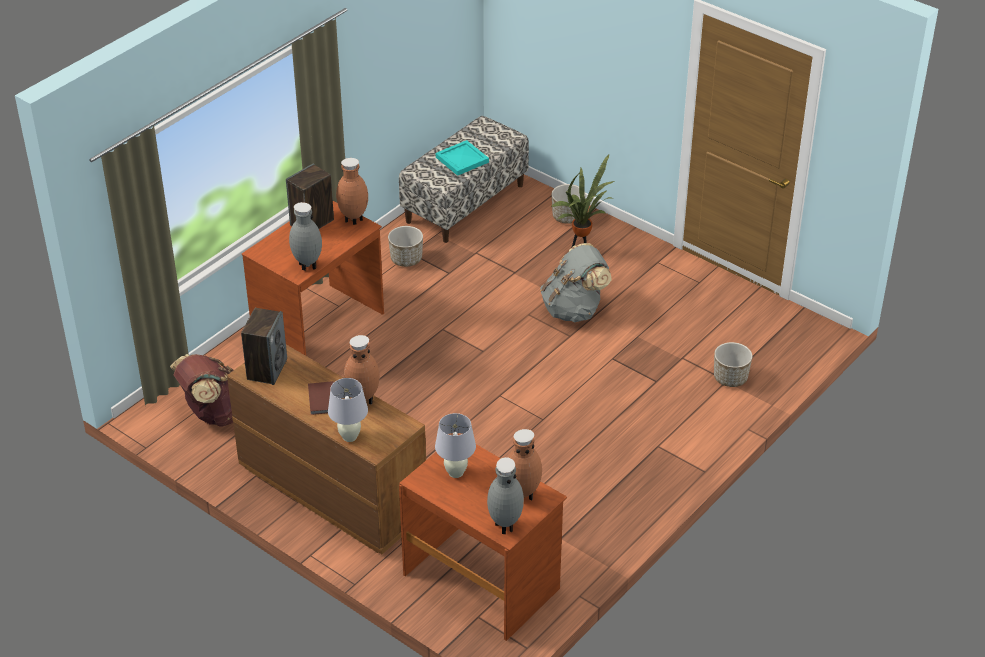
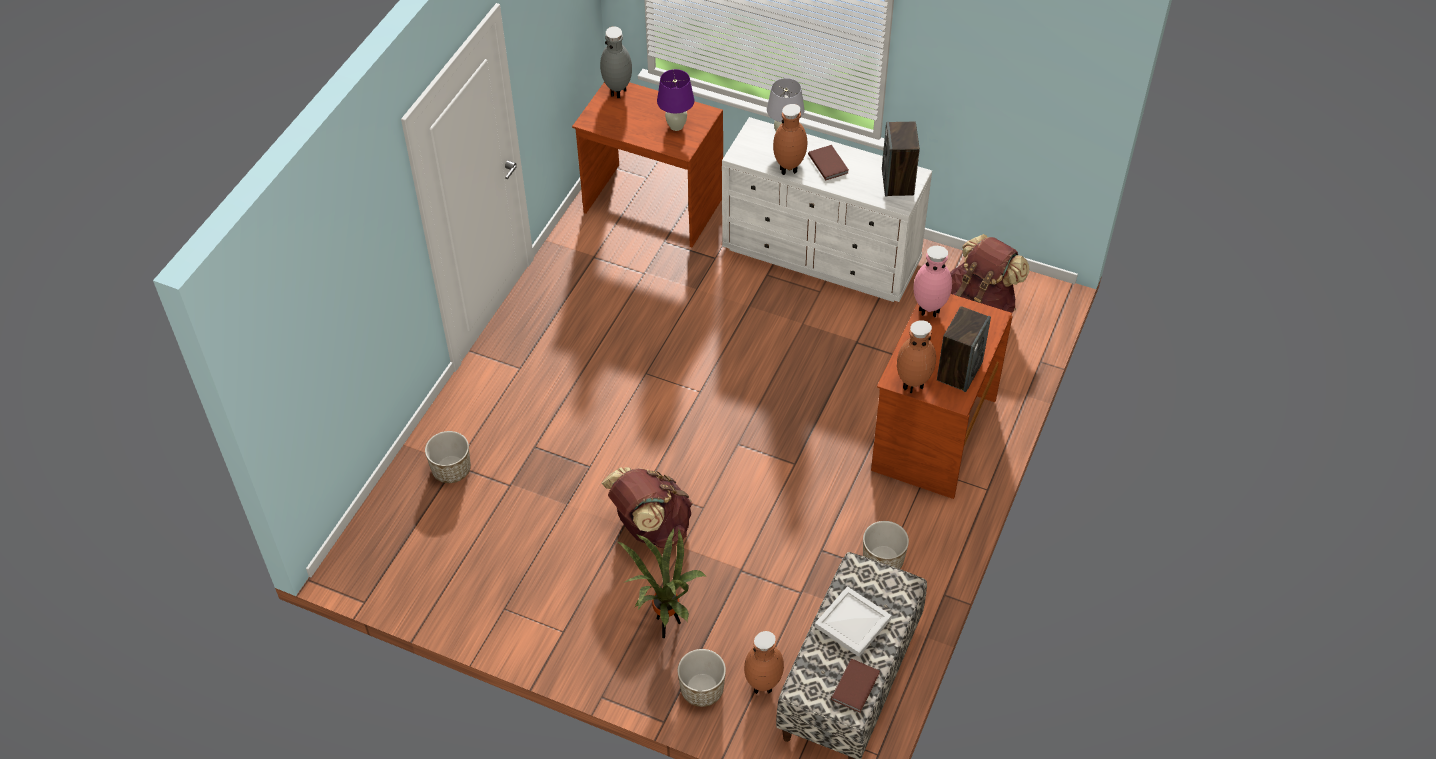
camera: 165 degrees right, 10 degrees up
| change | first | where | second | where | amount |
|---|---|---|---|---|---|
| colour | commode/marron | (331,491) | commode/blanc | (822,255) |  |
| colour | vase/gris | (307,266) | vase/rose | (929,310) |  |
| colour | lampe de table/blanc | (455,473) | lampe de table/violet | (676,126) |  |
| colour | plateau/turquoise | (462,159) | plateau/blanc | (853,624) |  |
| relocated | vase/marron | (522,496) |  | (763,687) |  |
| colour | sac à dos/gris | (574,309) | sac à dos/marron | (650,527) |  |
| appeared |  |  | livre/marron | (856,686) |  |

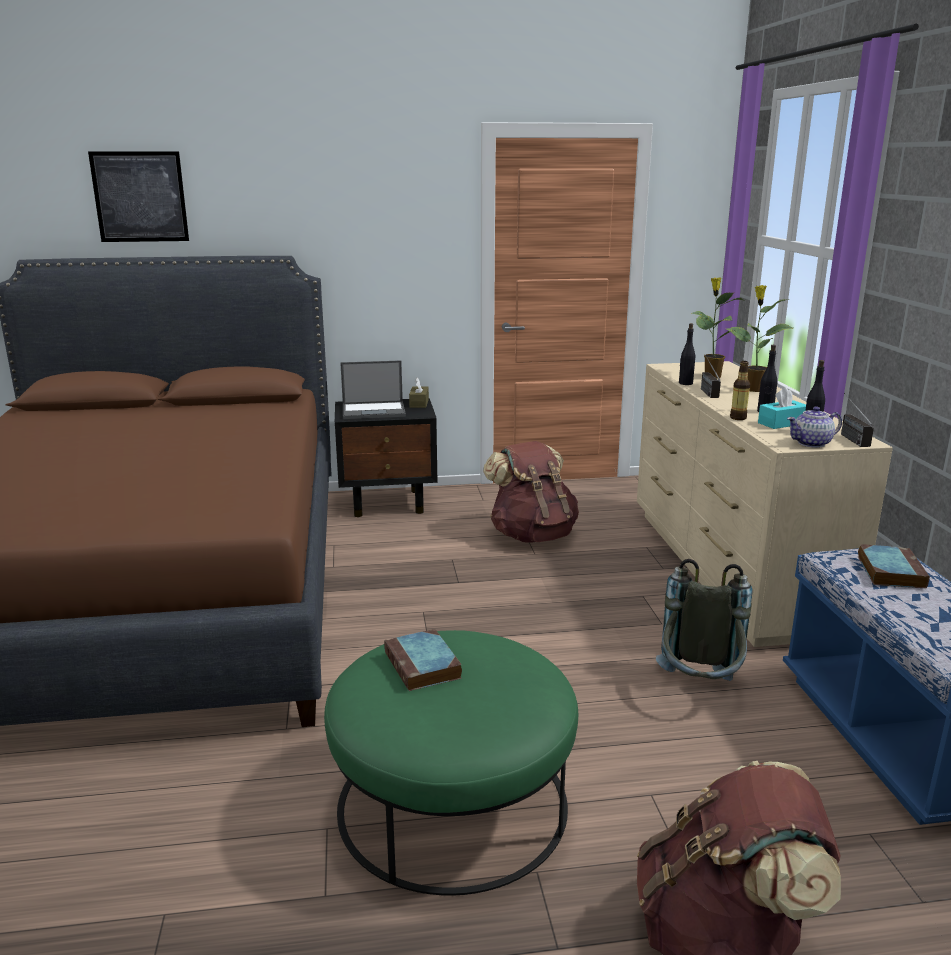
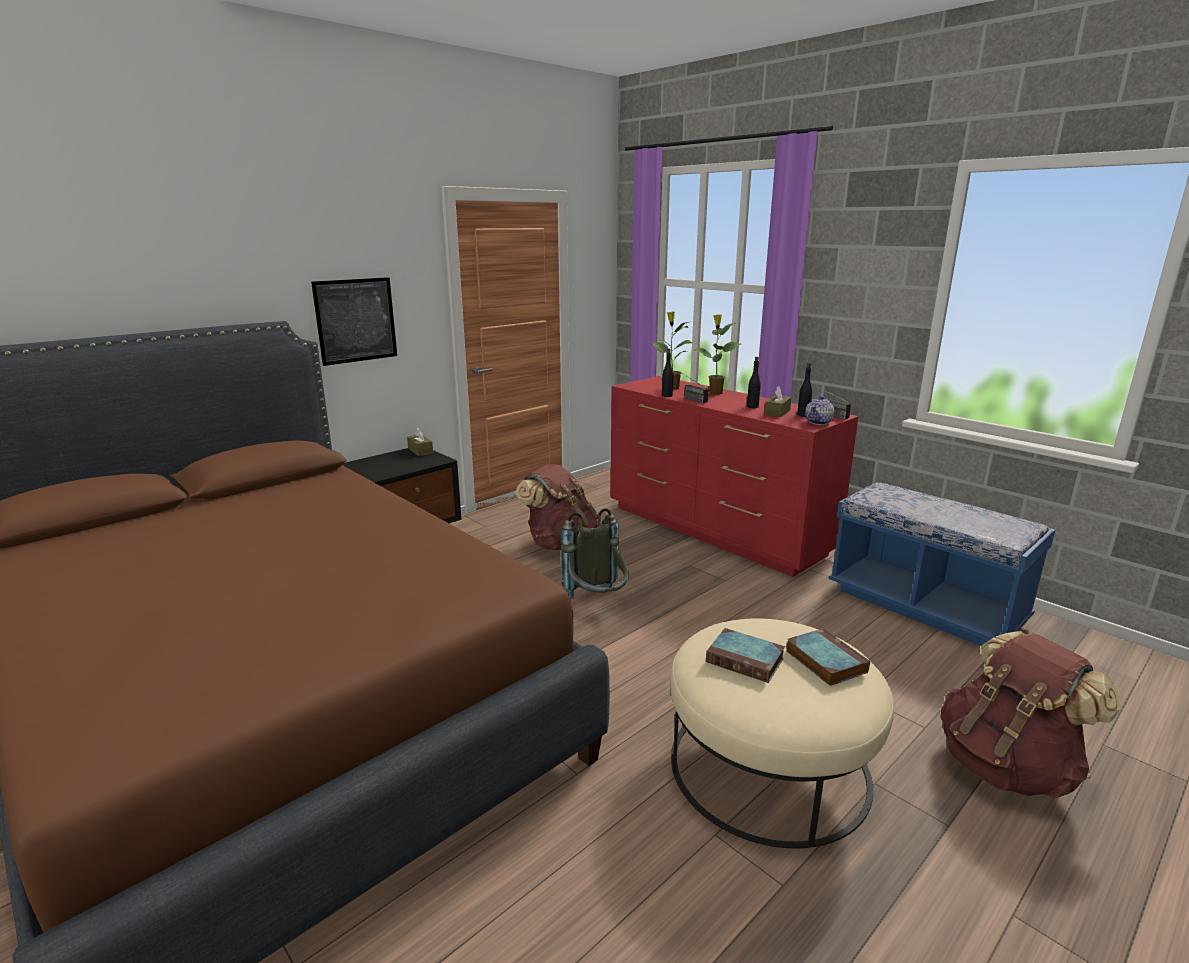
camera: 35 degrees left, 0 degrees up
| change | first | where | second | where | amount |
|---|---|---|---|---|---|
| relocated | tableau | (140,197) |  | (356,320) |  |
| colour | pouf/vert | (452,803) | pouf/beige | (768,766) |  |
| missing | ordinateur portable | (374,411) |  |  |  |
| colour | commode/beige | (728,570) | commode/rouge | (716,530) |  |
| relocated | sac à dos/gris | (699,689) |  | (597,603) |  |
| missing | bouteille | (738,418) |  |  |  |
| colour | boîte à mouchoirs/turquoise | (782,423) | boîte à mouchoirs/marron | (777,412) |  |
| relocated | livre | (889,571) |  | (824,660) |  |

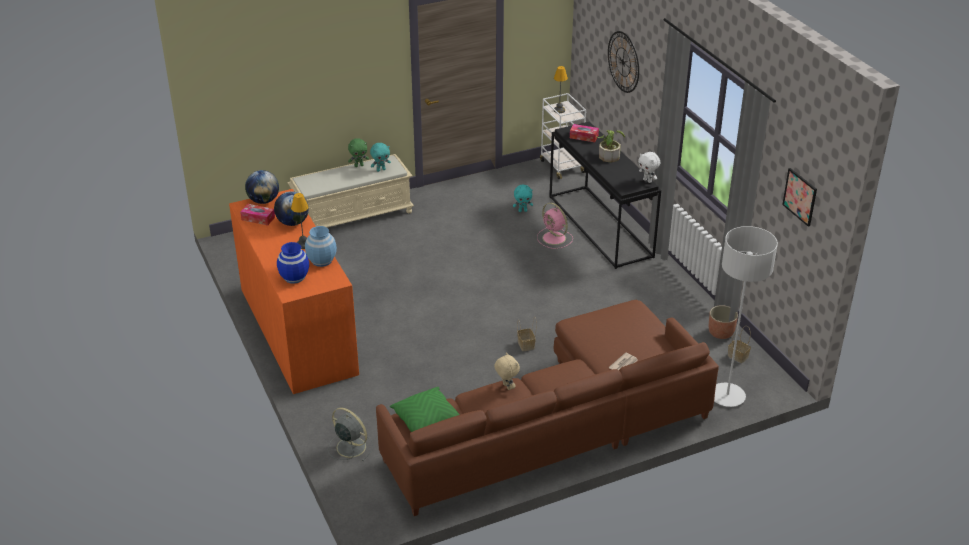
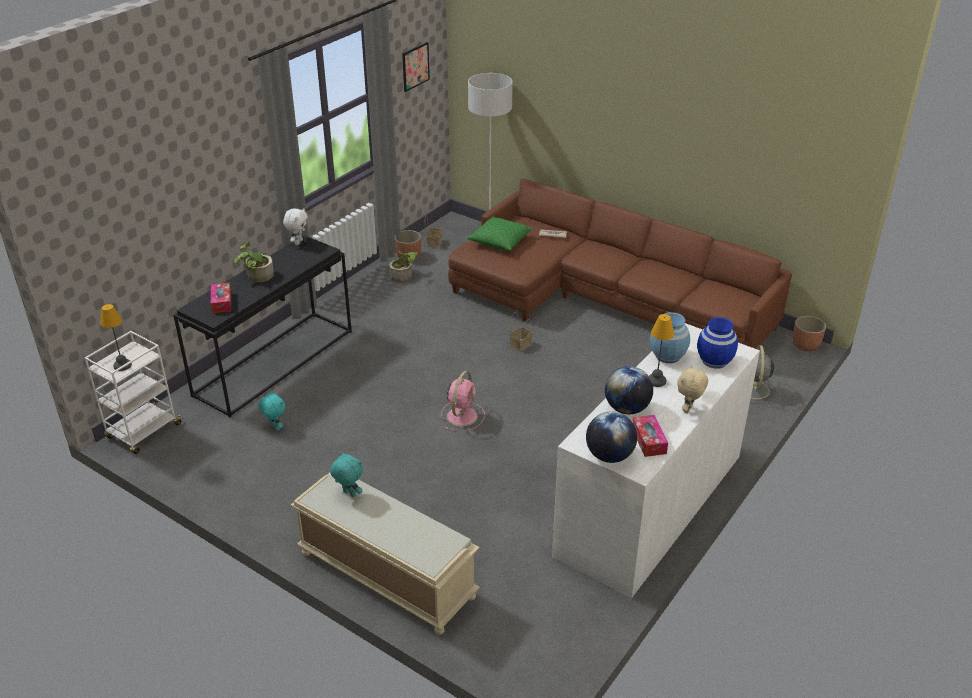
camera: 120 degrees left, 0 degrees up
| change | first | where | second | where | amount |
|---|---|---|---|---|---|
| colour | commode/orange | (298,330) | commode/blanc | (650,504) |  |
| missing | peluche/vert | (359,165) |  |  |  |
| relocated | coussin/vert | (427,420) |  | (500,241) |  |
| relocated | peluche/beige | (506,387) |  | (688,409) |  |
| relocated | ventilateur/rose | (554,238) |  | (462,415) |  |
| missing | horloge murale | (623,62) |  |  |  |
| appeared |  |  | plante en pot | (404,275) |  |
| appeared |  |  | cache-pot | (806,345) |  |

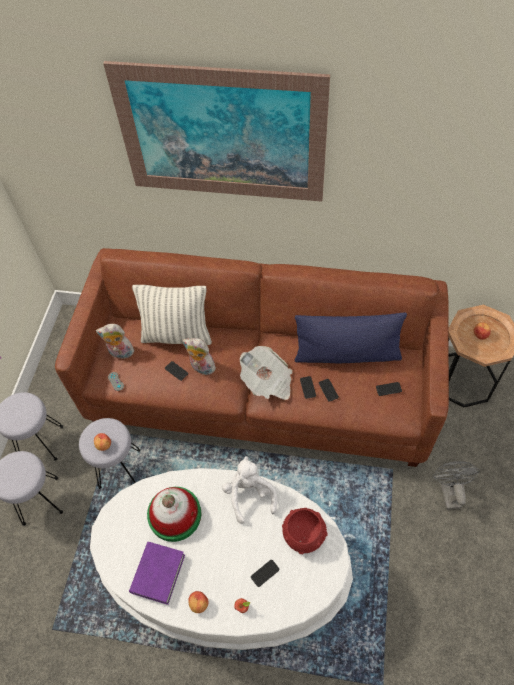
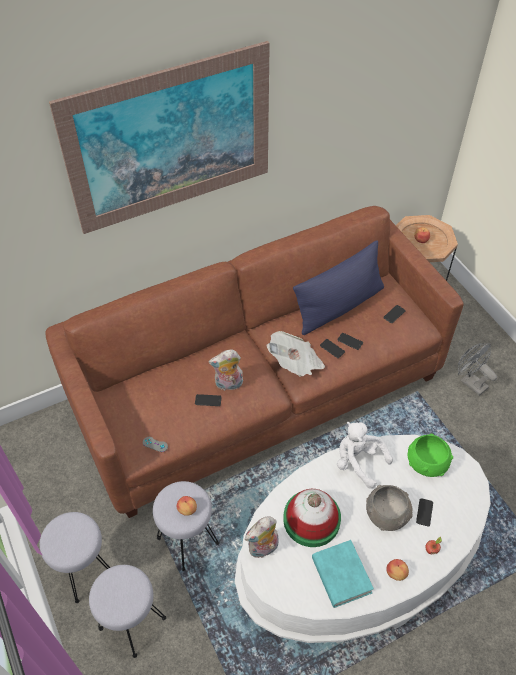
camera: 40 degrees left, 5 degrees down
| change | first | where | second | where | amount |
|---|---|---|---|---|---|
| relocated | peluche | (120,353) |  | (263,549) |  |
| colour | livre/violet | (158,573) | livre/turquoise | (341,575) |  |
| missing | coussin | (177,335) |  |  |  |
| colour | bol/rouge | (304,534) | bol/vert | (426,463) |  |
| appeared |  |  | bol/gris | (386,514) |  |

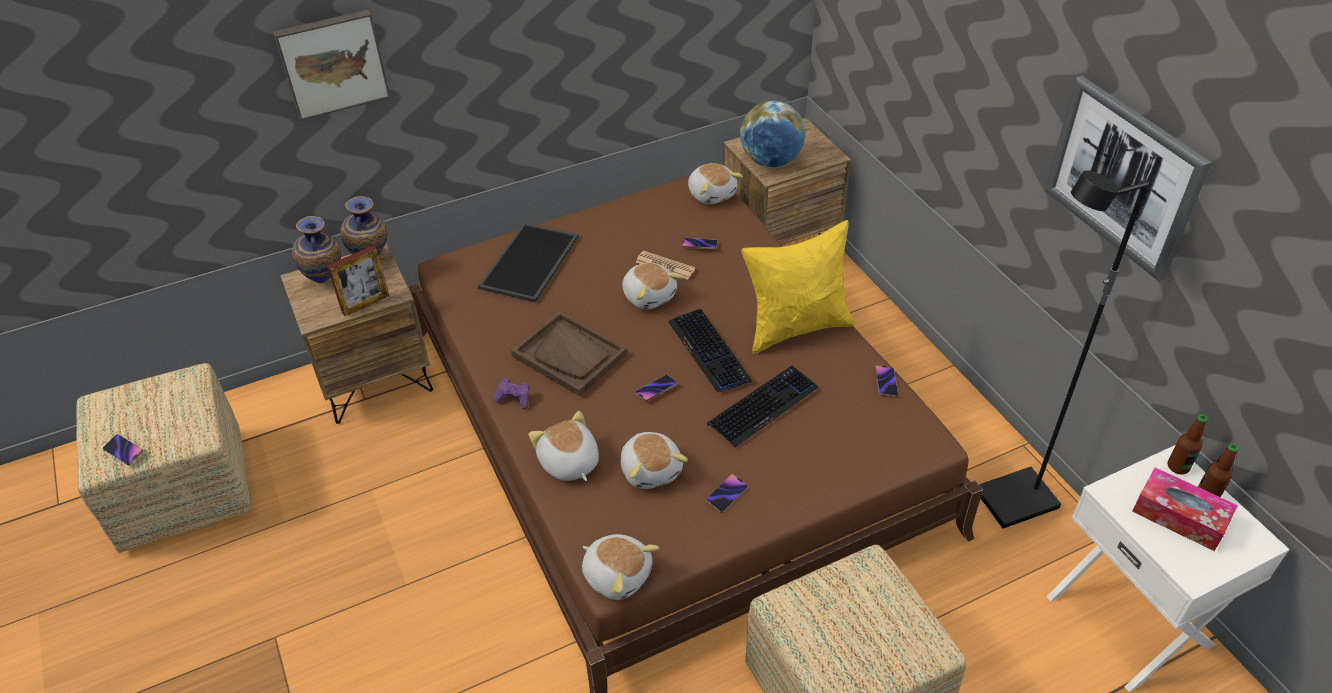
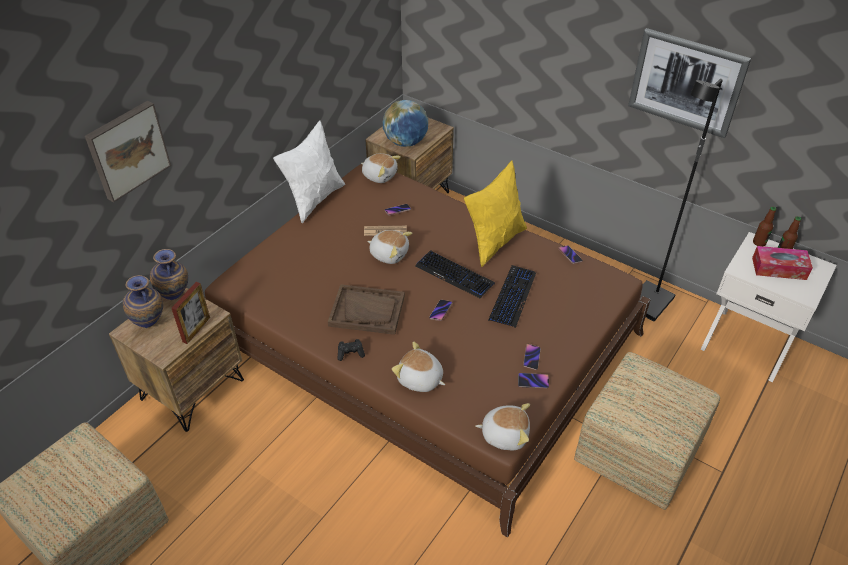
camera: 30 degrees left, 0 degrees up
| change | first | where | second | where | amount |
|---|---|---|---|---|---|
| relocated | téléphone | (124,451) |  | (533,381) |  |
| missing | plateau | (530,263) |  |  |  |
| colour | manette/violet | (514,399) | manette/noir | (350,353) |  |
| missing | peluche | (651,469) |  |  |  |
| appeared |  |  | coussin/blanc | (314,199) |  |

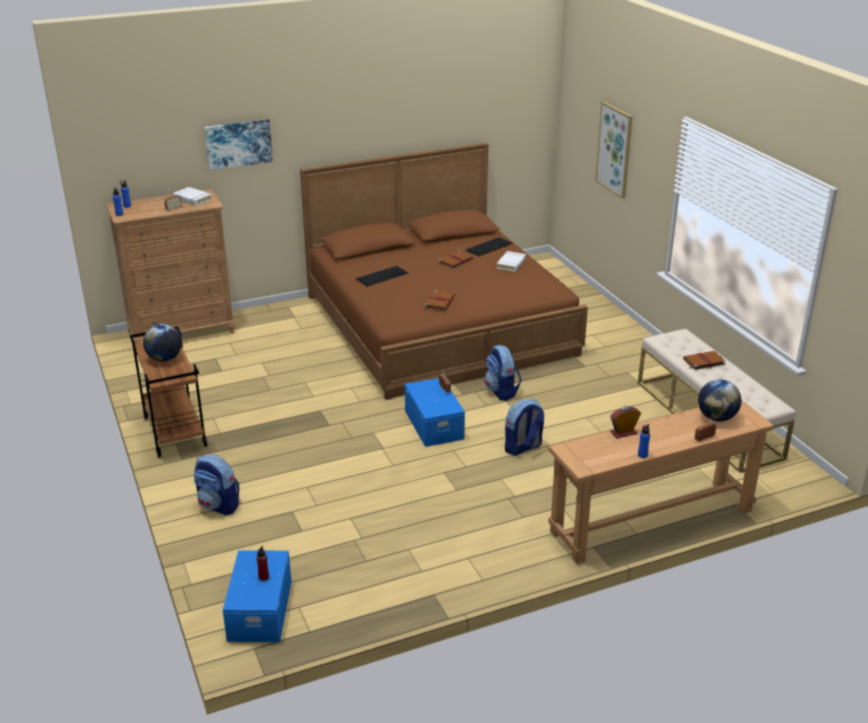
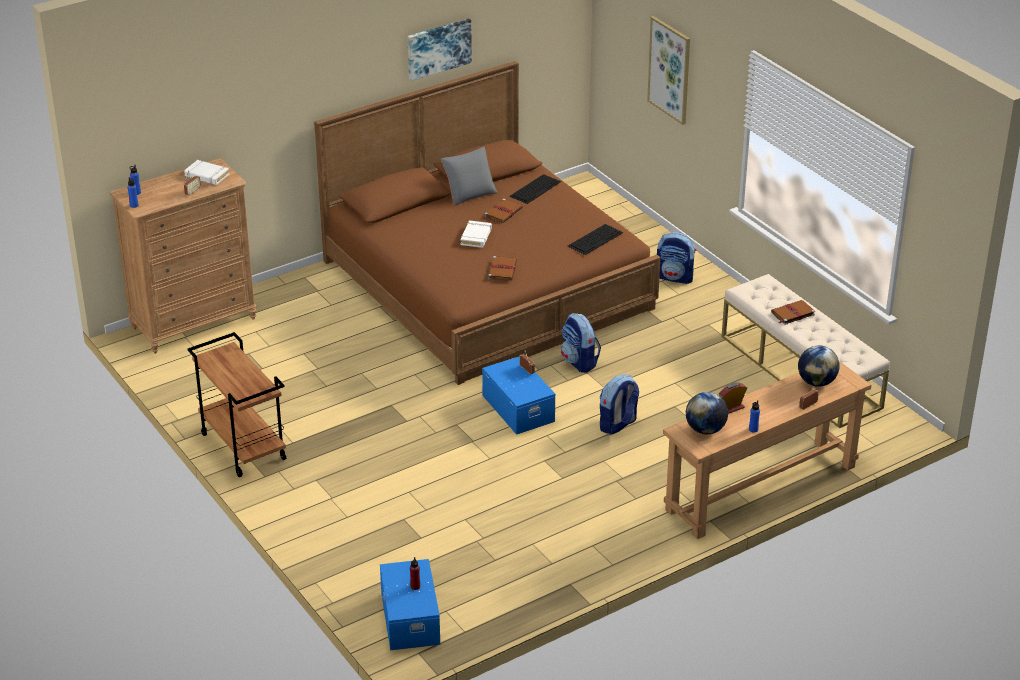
camera: 10 degrees left, 5 degrees up
| change | first | where | second | where | amount |
|---|---|---|---|---|---|
| relocated | globe | (165,359) |  | (705,430) |  |
| relocated | sac à dos | (219,505) |  | (675,277) |  |
| relocated | tableau | (238,143) |  | (438,48) |  |
| relocated | clavier | (382,275) |  | (595,239) |  |
| relocated | livre/blanc | (511,264) |  | (476,237) |  |
| appeared |  |  | coussin/gris | (469,193) |  |

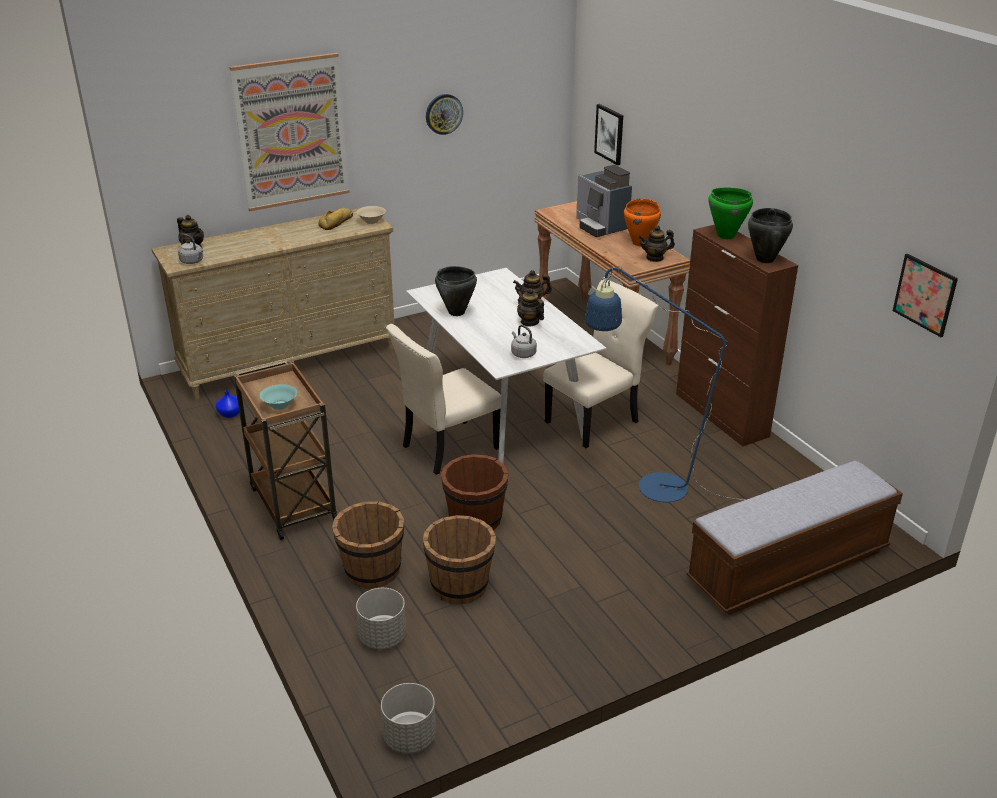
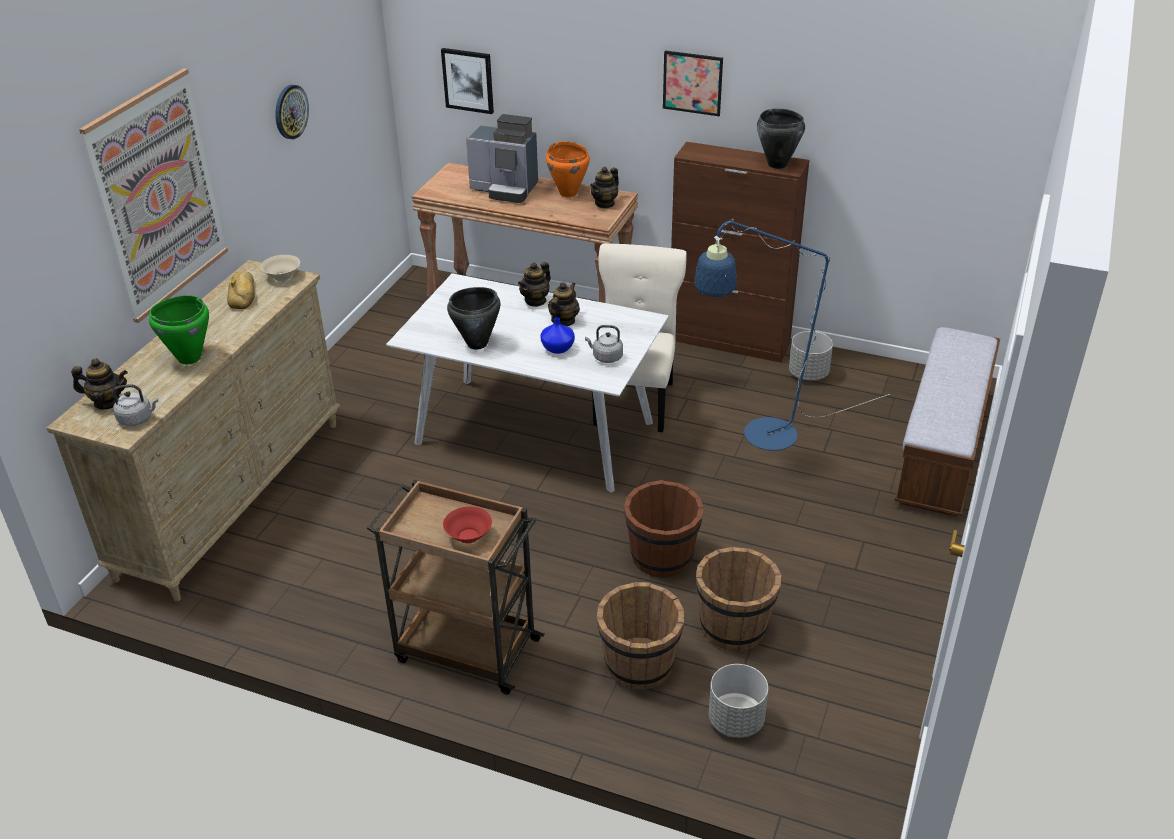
camera: 40 degrees left, 5 degrees up
| change | first | where | second | where | amount |
|---|---|---|---|---|---|
| relocated | vase/bleu | (230,414) |  | (558,348) |  |
| colour | bol/turquoise | (280,405) | bol/rouge | (469,536) |  |
| relocated | cache-pot/gris | (409,737) |  | (808,374) |  |
| missing | chaise/beige | (447,448) |  |  |  |
| spun | théière | (529,322) |  | (563,321) | 105 degrees clockwise |
| relocated | marmite/vert | (725,235) |  | (189,358) |  |
| relocated | tableau | (925,294) |  | (692,83) |  |

